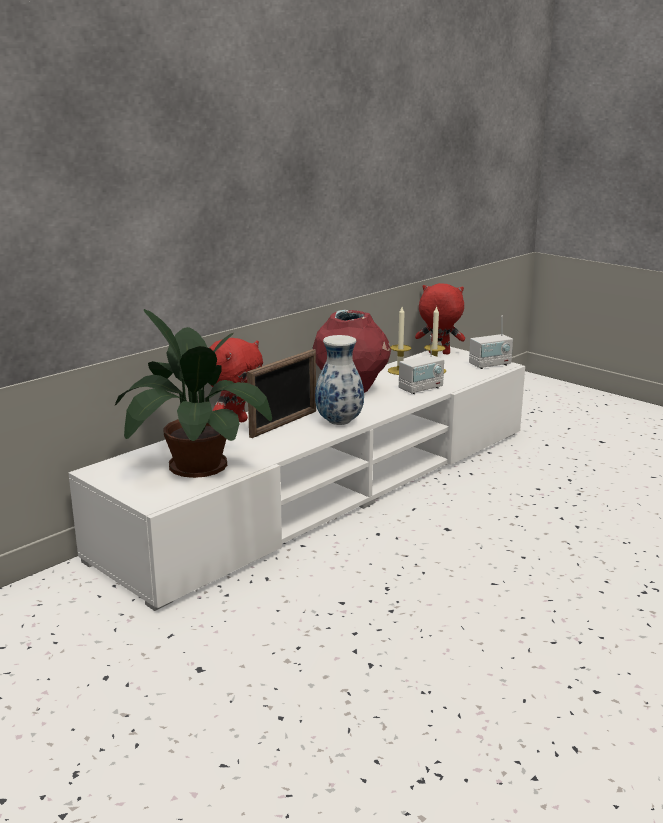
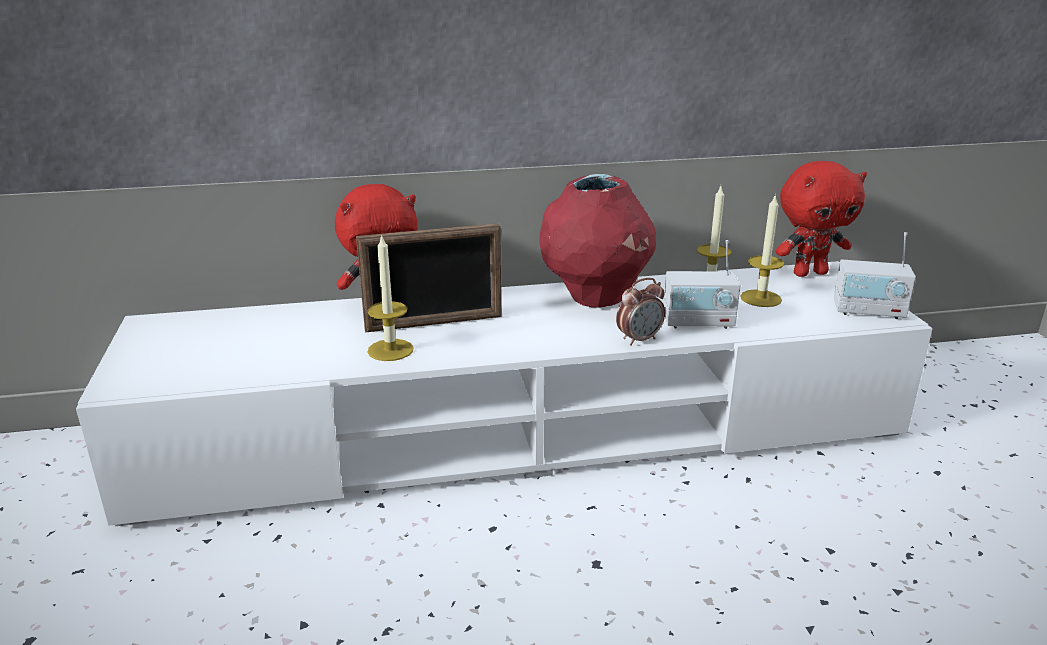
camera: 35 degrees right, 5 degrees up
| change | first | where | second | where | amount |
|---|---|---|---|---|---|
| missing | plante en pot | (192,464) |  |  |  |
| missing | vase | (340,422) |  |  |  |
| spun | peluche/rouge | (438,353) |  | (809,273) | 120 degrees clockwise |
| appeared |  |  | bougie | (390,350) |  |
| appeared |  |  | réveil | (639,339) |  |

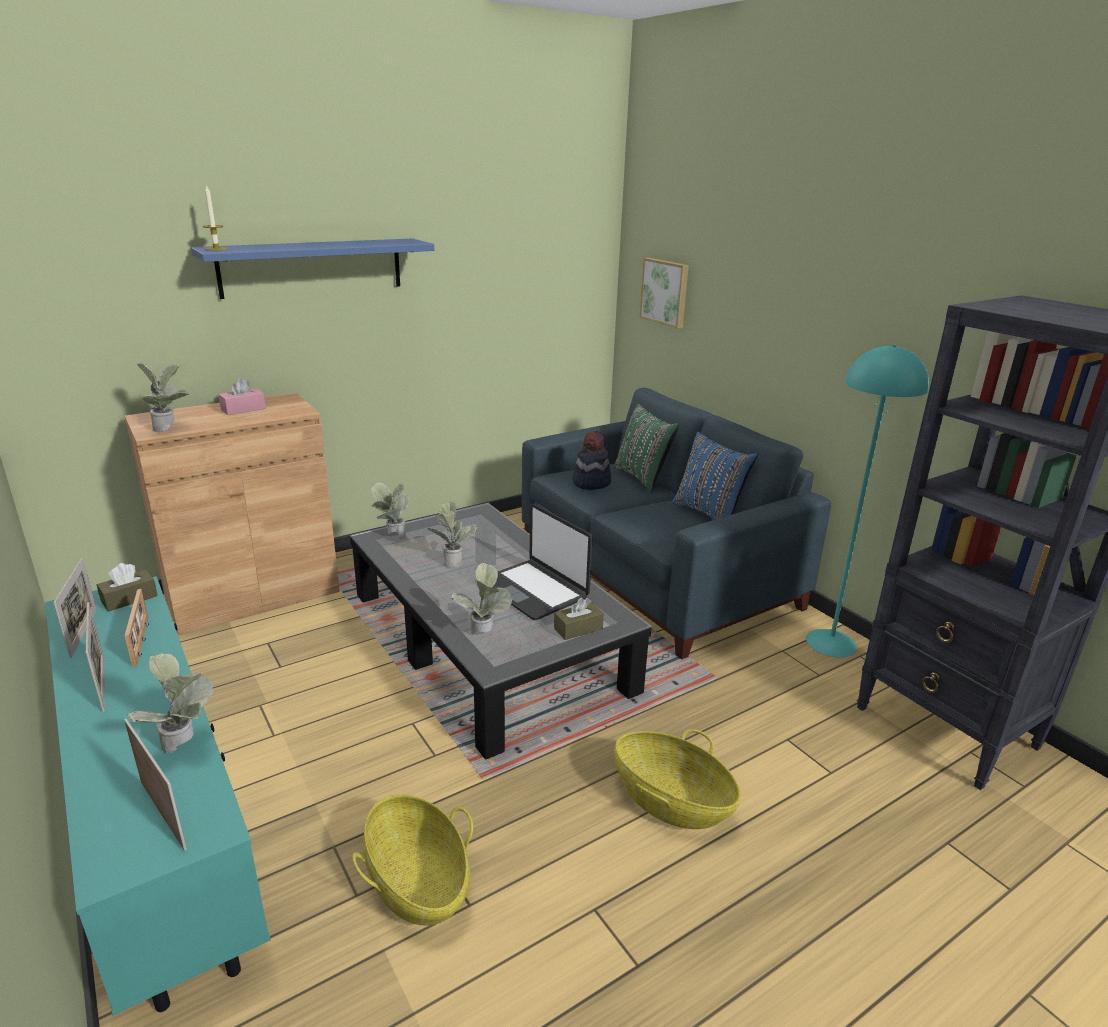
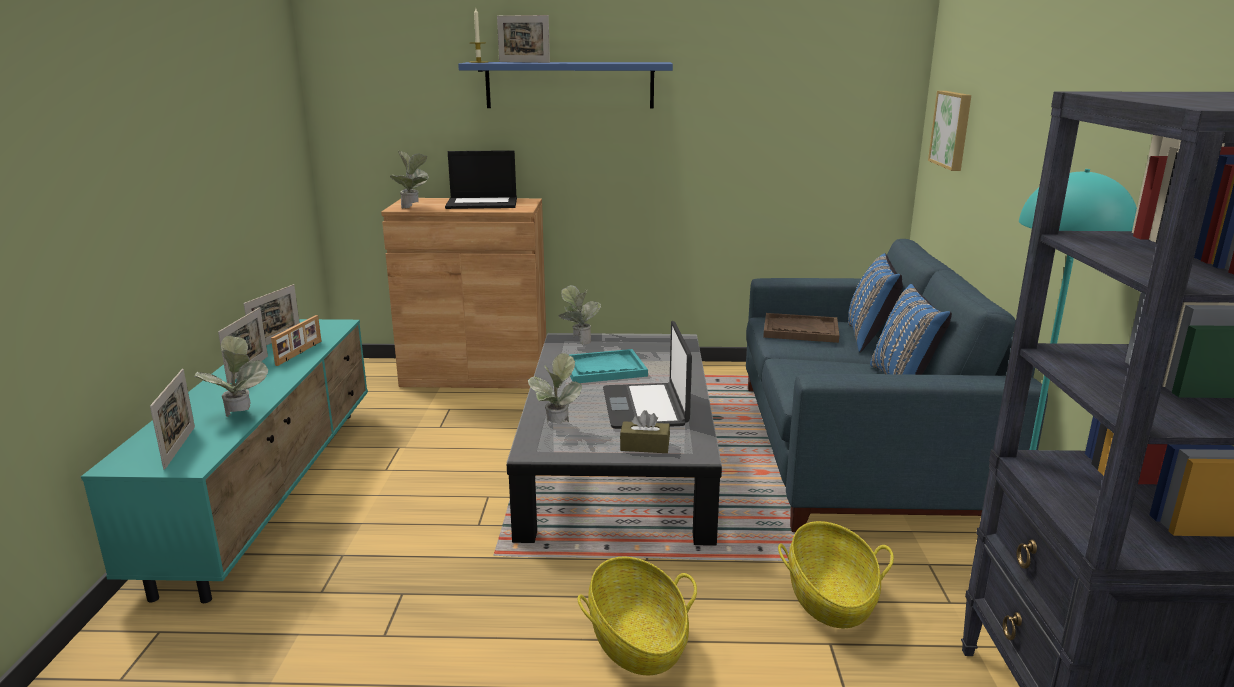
camera: 35 degrees right, 5 degrees down
| change | first | where | second | where | amount |
|---|---|---|---|---|---|
| missing | boîte à mouchoirs/marron | (129,598) |  |  |  |
| exchanged | boîte à mouchoirs/rose | (243,409) | ordinateur portable | (483,203) |  |
| relocated | panier | (417,882) |  | (830,598) |  |
| exchanged | plante en pot | (452,561) | plateau/turquoise | (604,369) |  |
| exchanged | chapeau | (591,482) | plateau/marron | (800,330) |  |
| colour | coussin/vert | (643,477) | coussin/bleu | (870,338) |  |
| appeared |  |  | cadre photo | (524,62) |  |

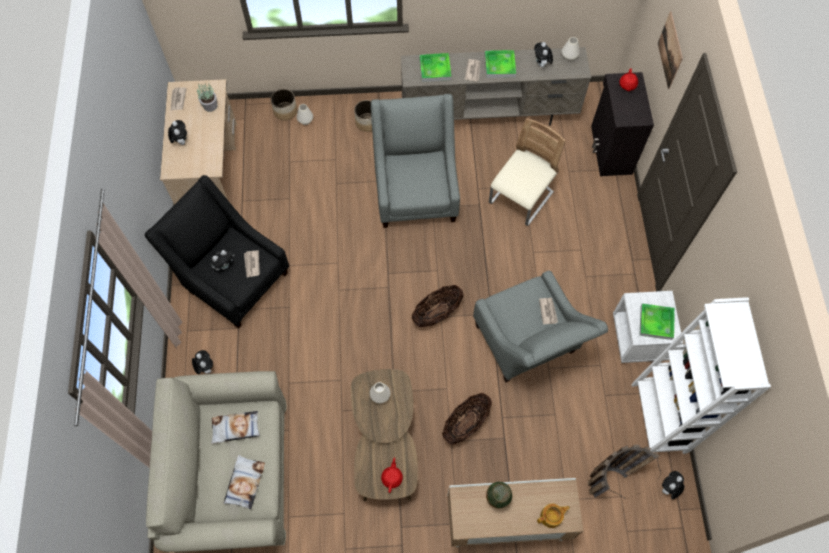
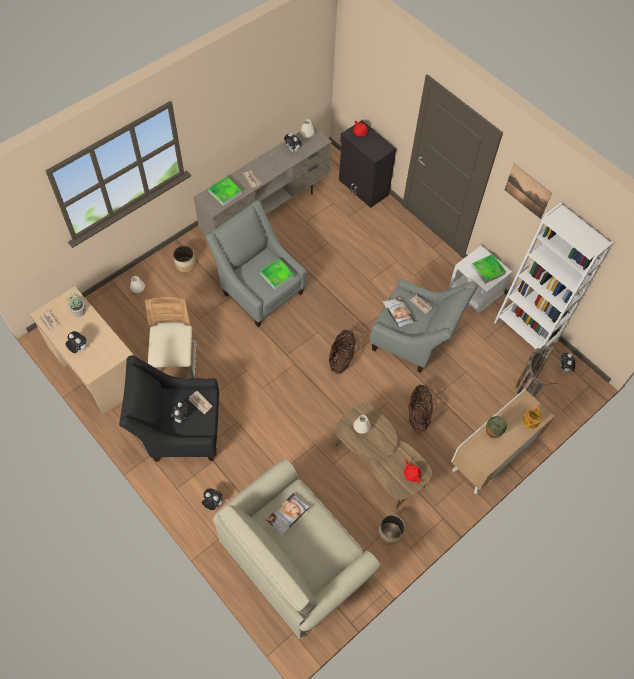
camera: 40 degrees left, 5 degrees down
| change | first | where | second | where | amount |
|---|---|---|---|---|---|
| relocated | coussin | (244,482) |  | (398,313) |  |
| relocated | cache-pot | (285,111) |  | (390,533) |  |
| relocated | plateau | (499,65) |  | (277,275) |  |
| relocated | chaise/beige | (521,198) |  | (175,361) |  |
| relocated | tableau | (670,50) |  | (527,191) |  |

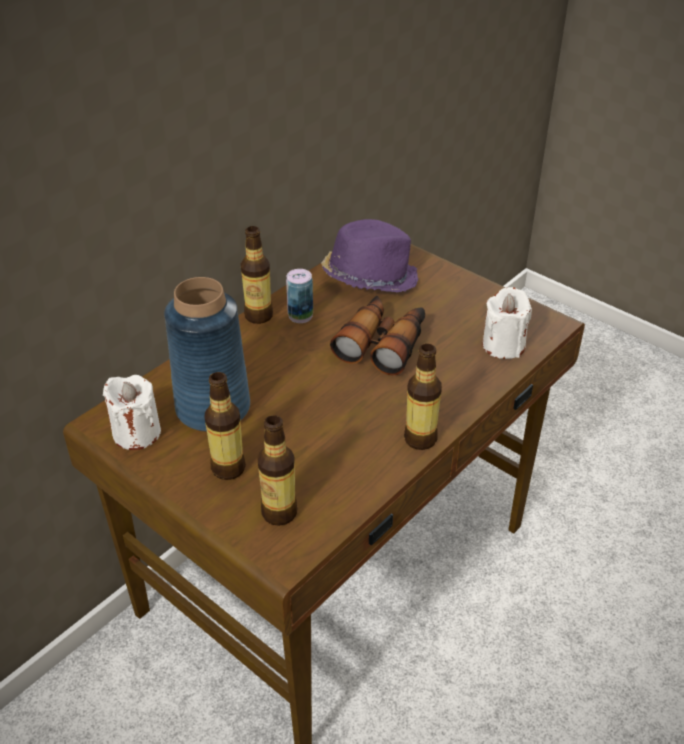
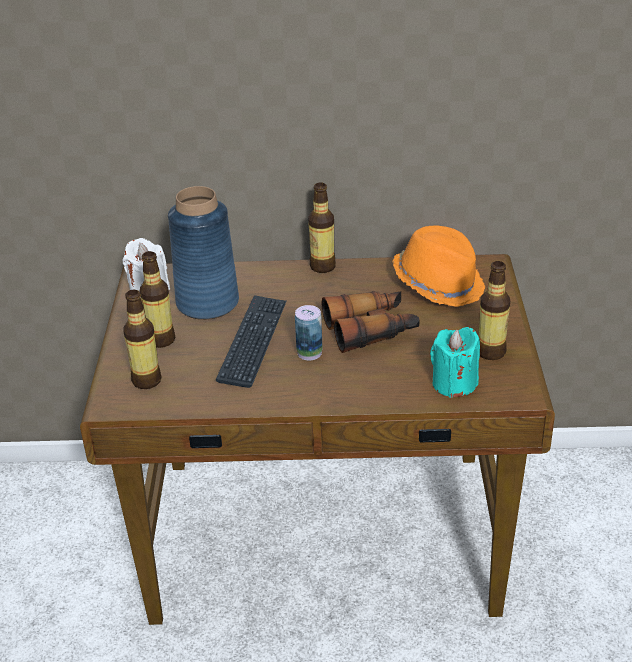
camera: 50 degrees right, 5 degrees down
| change | first | where | second | where | amount |
|---|---|---|---|---|---|
| relocated | boîte métallique | (300,316) |  | (309,353) |  |
| colour | chapeau/violet | (369,277) | chapeau/orange | (439,284) |  |
| relocated | bouteille | (420,439) |  | (491,352) |  |
| colour | bougie/blanc | (503,345) | bougie/turquoise | (454,384) |  |
| appeared |  |  | clavier | (253,341) |  |

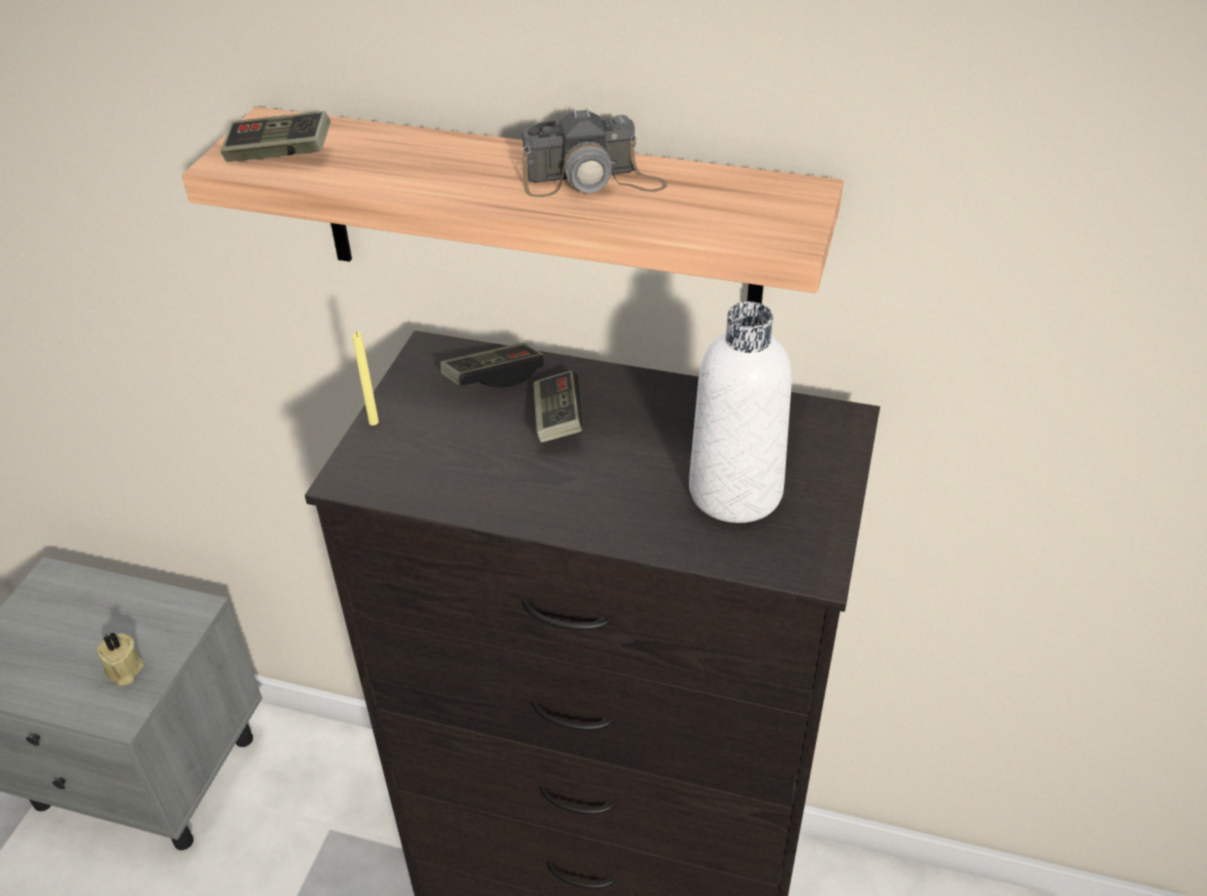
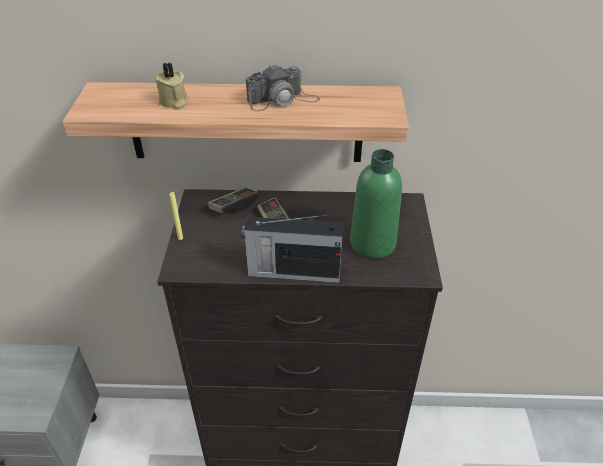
camera: 15 degrees left, 0 degrees up
| change | first | where | second | where | amount |
|---|---|---|---|---|---|
| relocated | bougie/beige | (123,670) |  | (173,101) |  |
| missing | manette | (279,154) |  |  |  |
| colour | bouteille/blanc | (735,491) | bouteille/vert | (372,243) |  |
| appeared |  |  | radio | (292,272) |  |

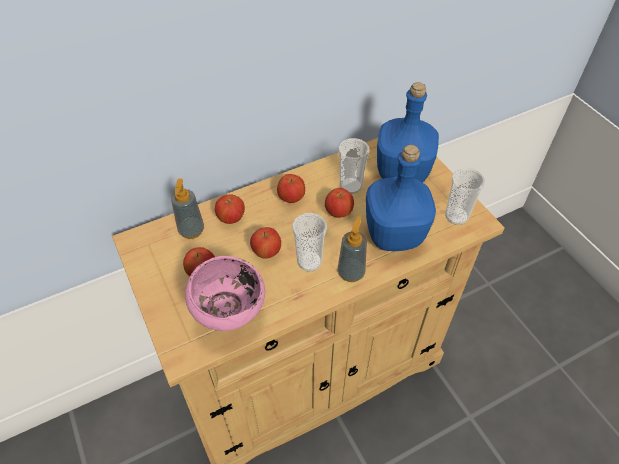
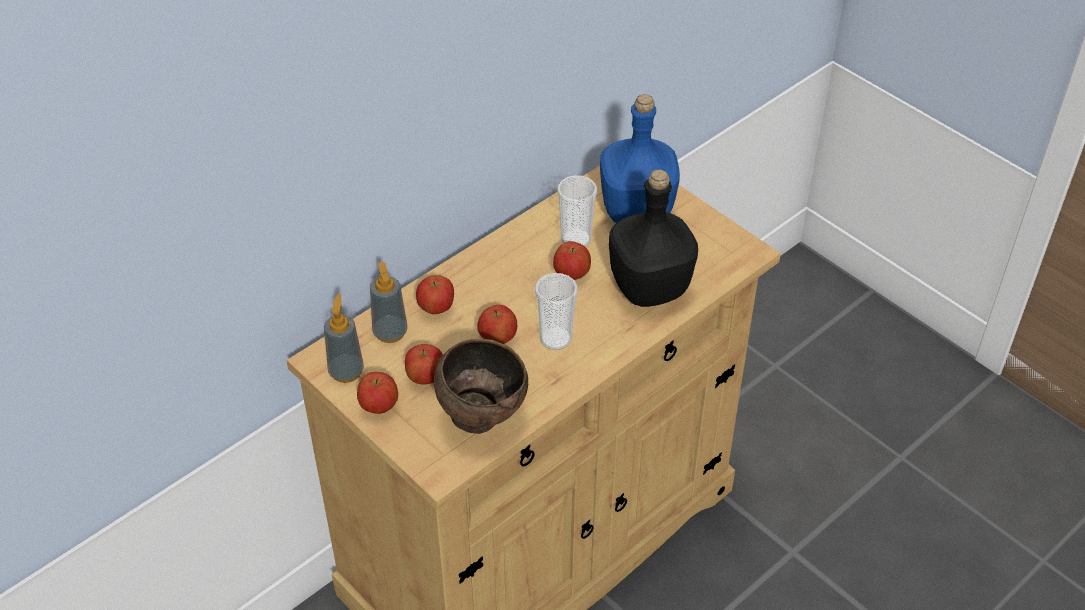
camera: 15 degrees left, 5 degrees down
| change | first | where | second | where | amount |
|---|---|---|---|---|---|
| colour | bol/rose | (230,315) | bol/marron | (481,417) |  |
| relocated | pomme | (291,198) |  | (379,406) |  |
| relocated | distributeur de savon | (351,272) |  | (346,371) |  |
| colour | bouteille/bleu | (394,236) | bouteille/noir | (650,288) |  |
| missing | tasse | (456,216) |  |  |  |

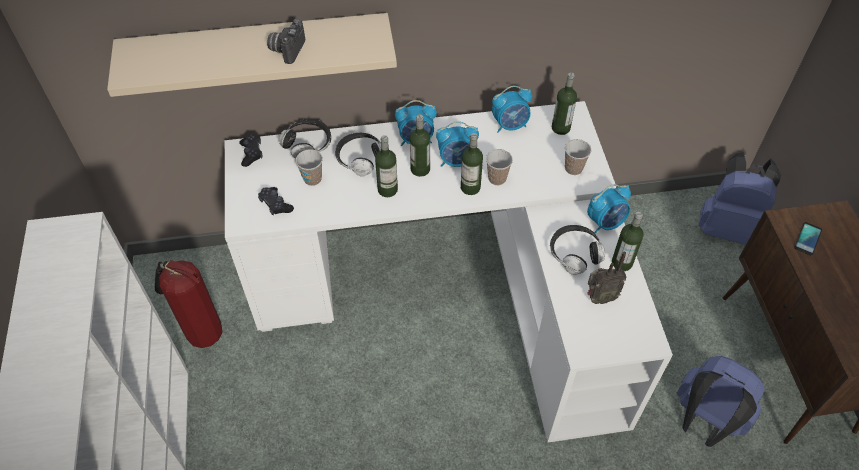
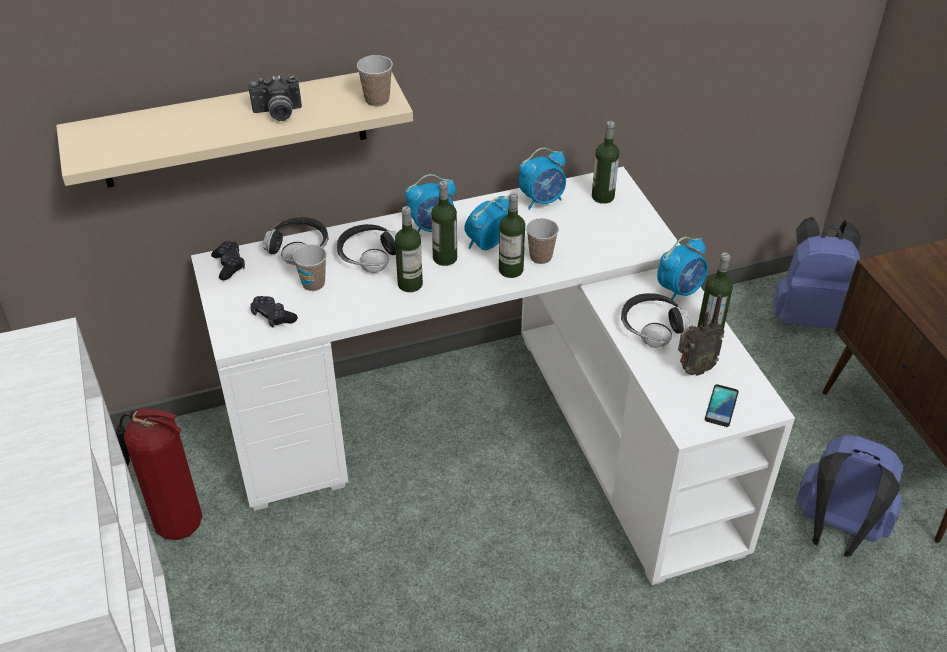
camera: 10 degrees left, 10 degrees down
| change | first | where | second | where | amount |
|---|---|---|---|---|---|
| spun | appareil photo | (287,49) |  | (277,113) | 105 degrees counterclockwise |
| spun | réveil | (456,161) |  | (487,244) | 150 degrees clockwise |
| relocated | tasse | (573,168) |  | (377,100) |  |
| relocated | téléphone | (807,239) |  | (721,406) |  |

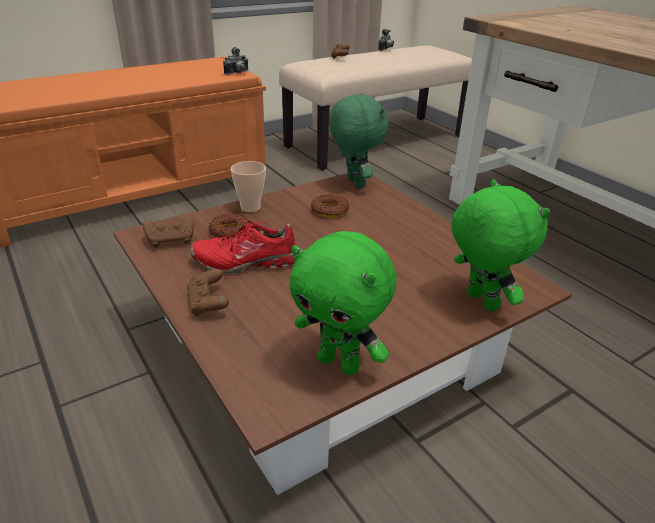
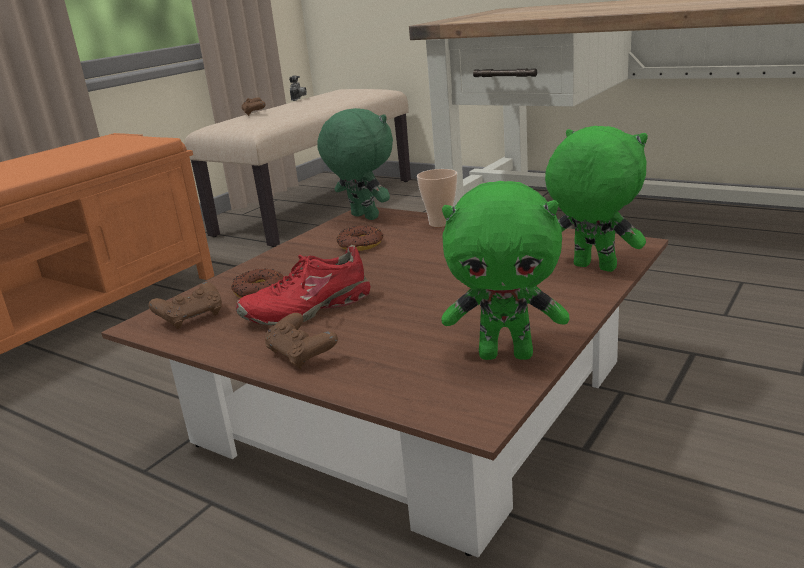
camera: 20 degrees left, 10 degrees down
| change | first | where | second | where | amount |
|---|---|---|---|---|---|
| missing | appareil photo | (238,73) |  |  |  |
| relocated | tasse | (250,207) |  | (440,223) |  |

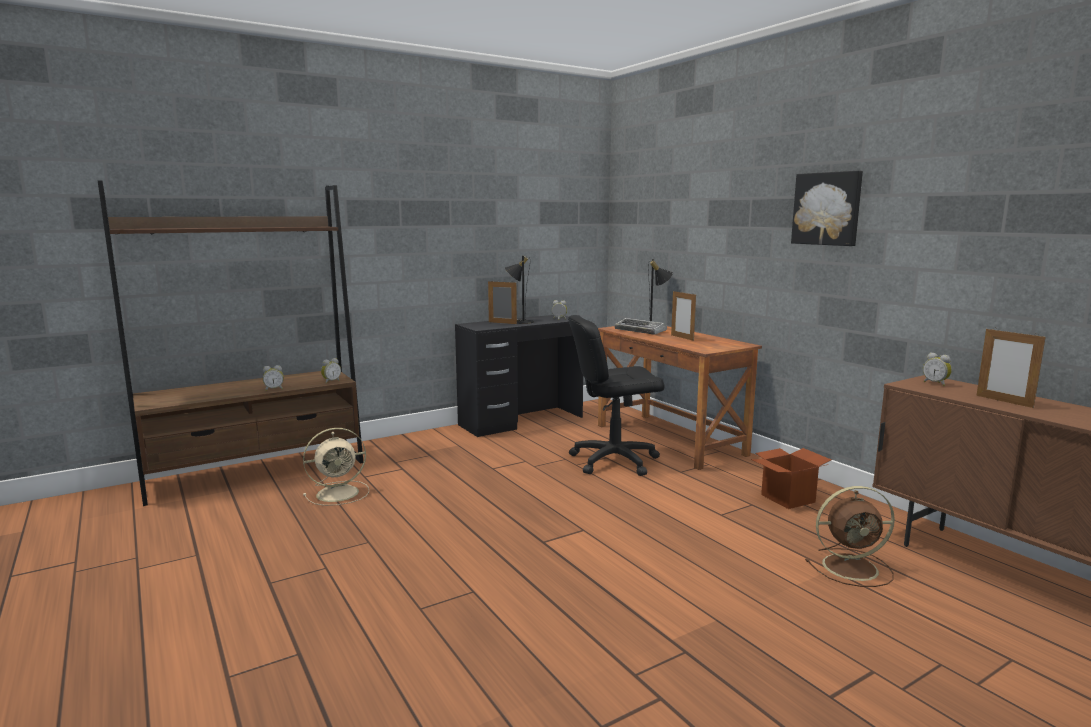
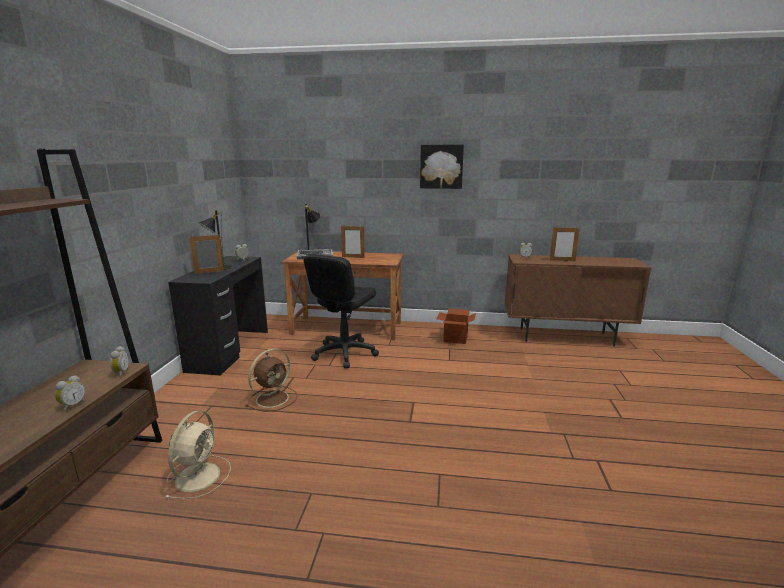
camera: 50 degrees left, 5 degrees up
| change | first | where | second | where | amount |
|---|---|---|---|---|---|
| relocated | ventilateur/marron | (852,567) |  | (273,398) |  |

